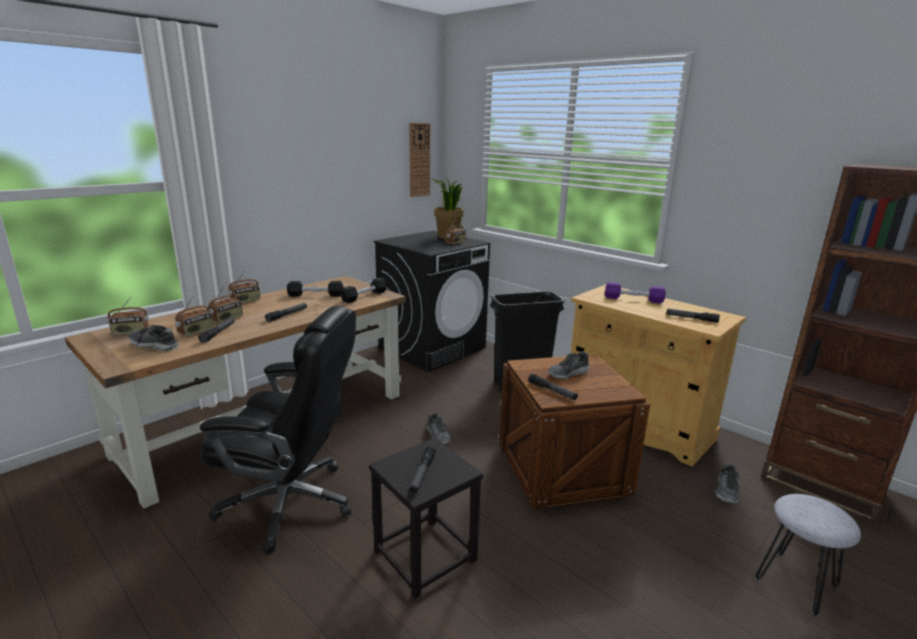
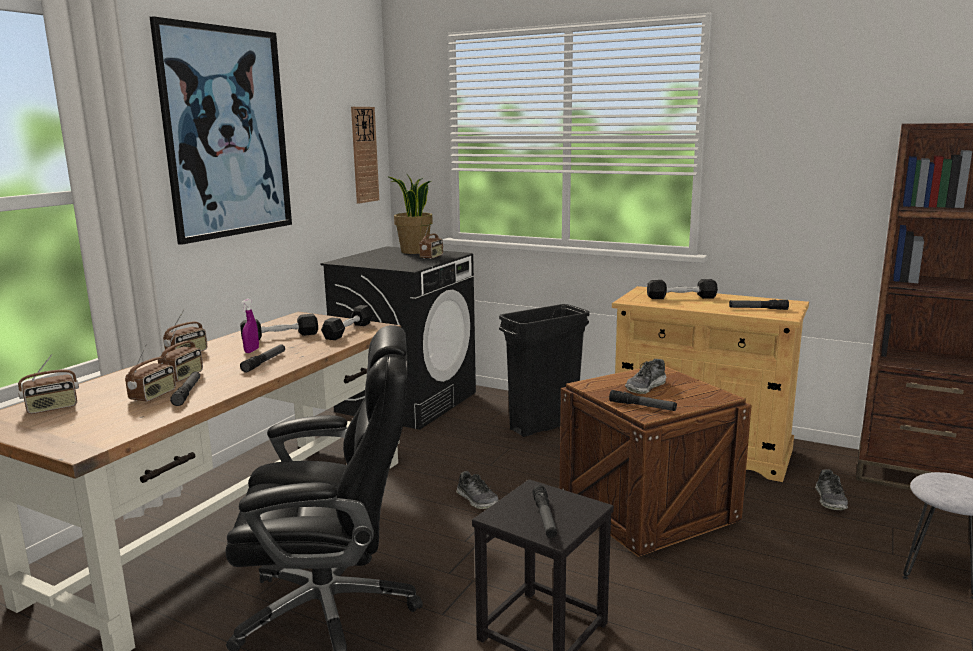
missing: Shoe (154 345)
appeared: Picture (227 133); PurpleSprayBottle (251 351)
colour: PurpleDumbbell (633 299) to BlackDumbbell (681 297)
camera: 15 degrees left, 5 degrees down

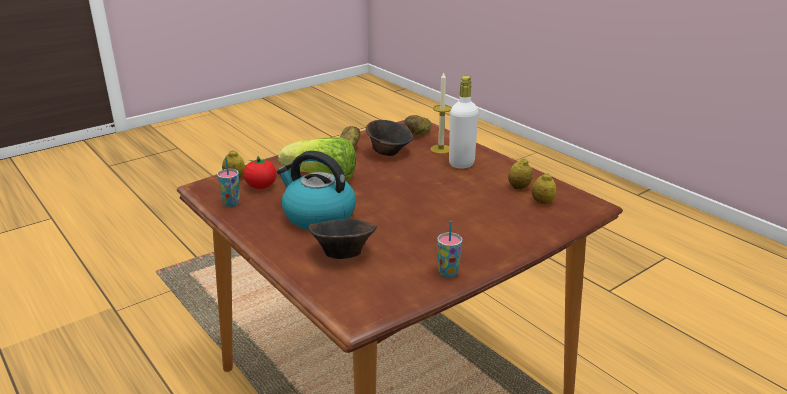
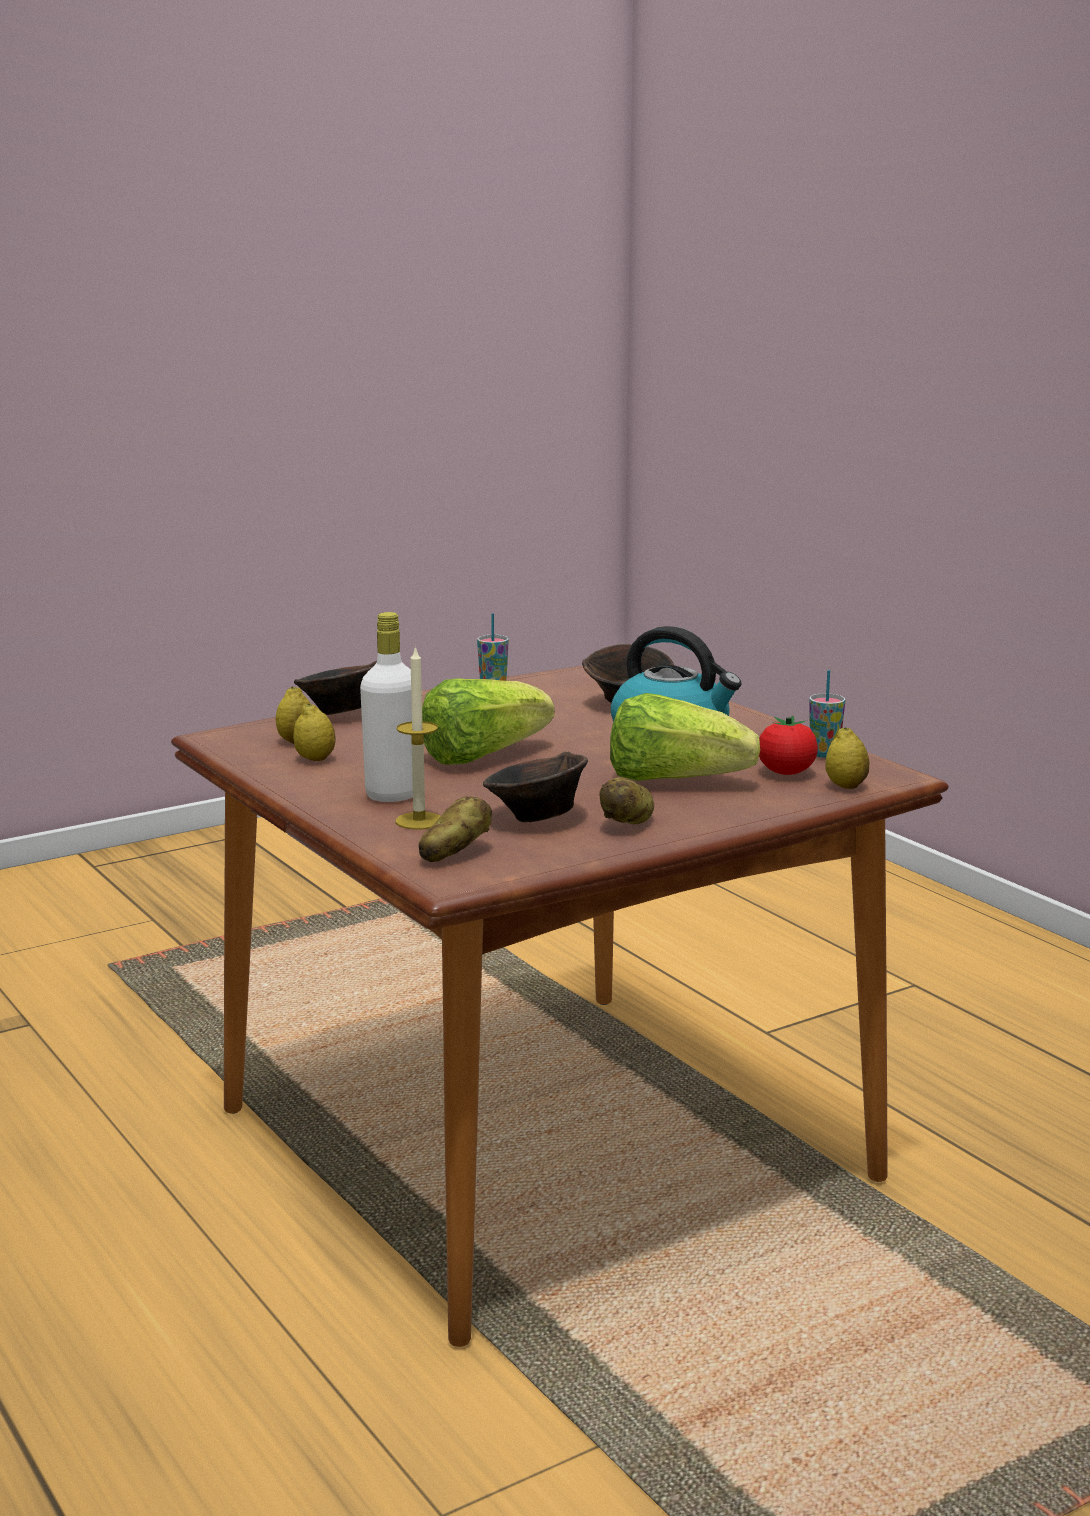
appeared: BrownBowl (340 713); Lettuce (481 756)
camera: 175 degrees left, 10 degrees down

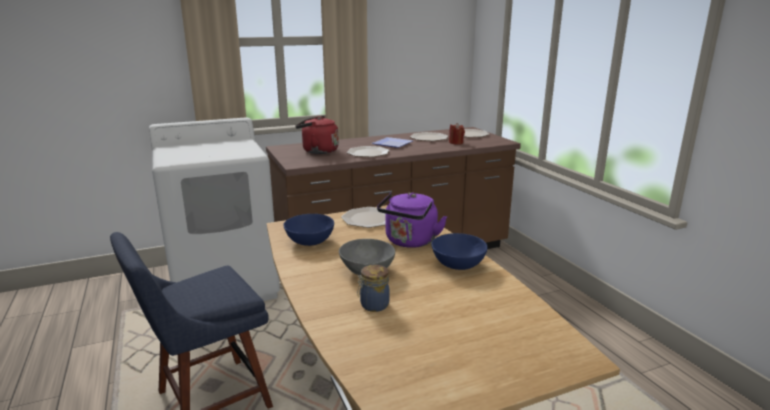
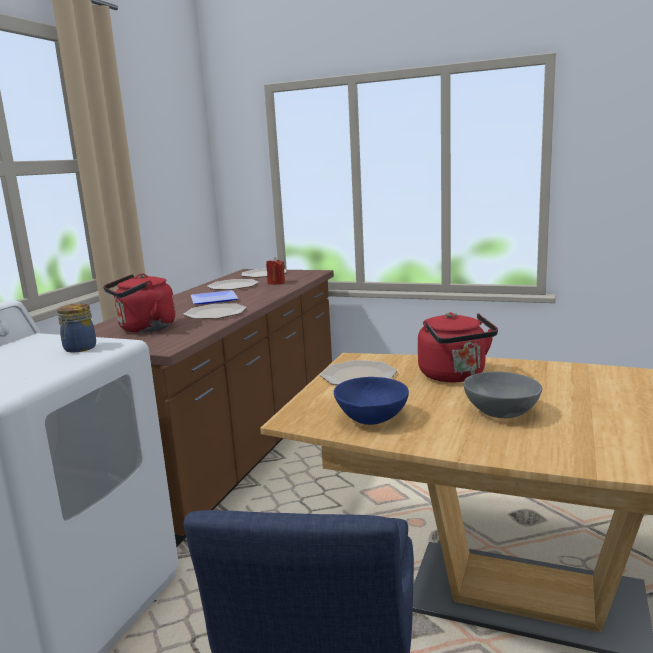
missing: BlueBowl (458 265)
relocated: Jar (373 305) to (79 349)
colour: PurpleKettle (410 242) to RedKettle (454 376)
camera: 45 degrees left, 5 degrees down

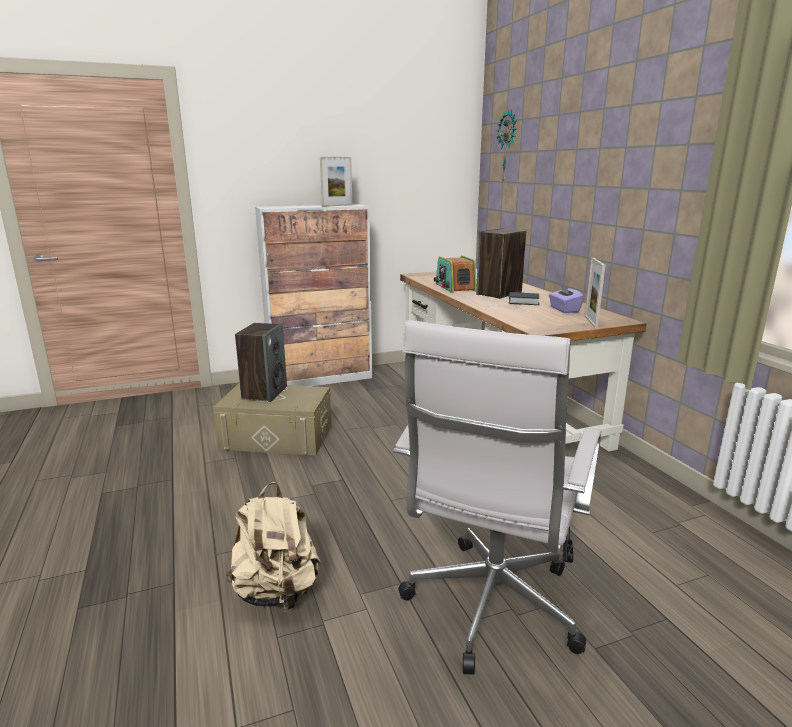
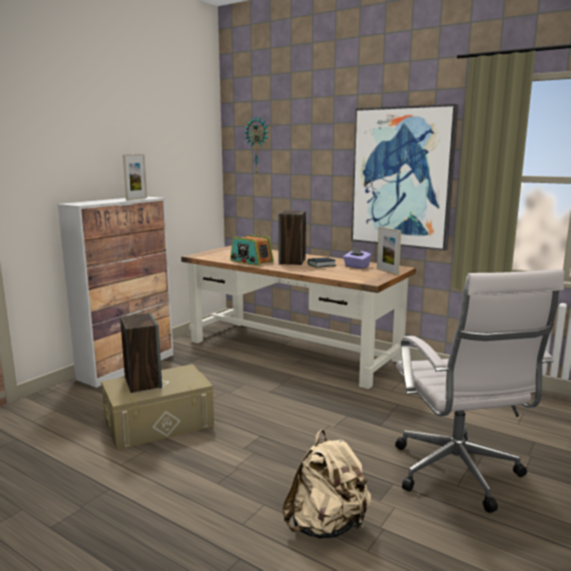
appeared: Picture (402 177)
camera: 35 degrees left, 5 degrees down

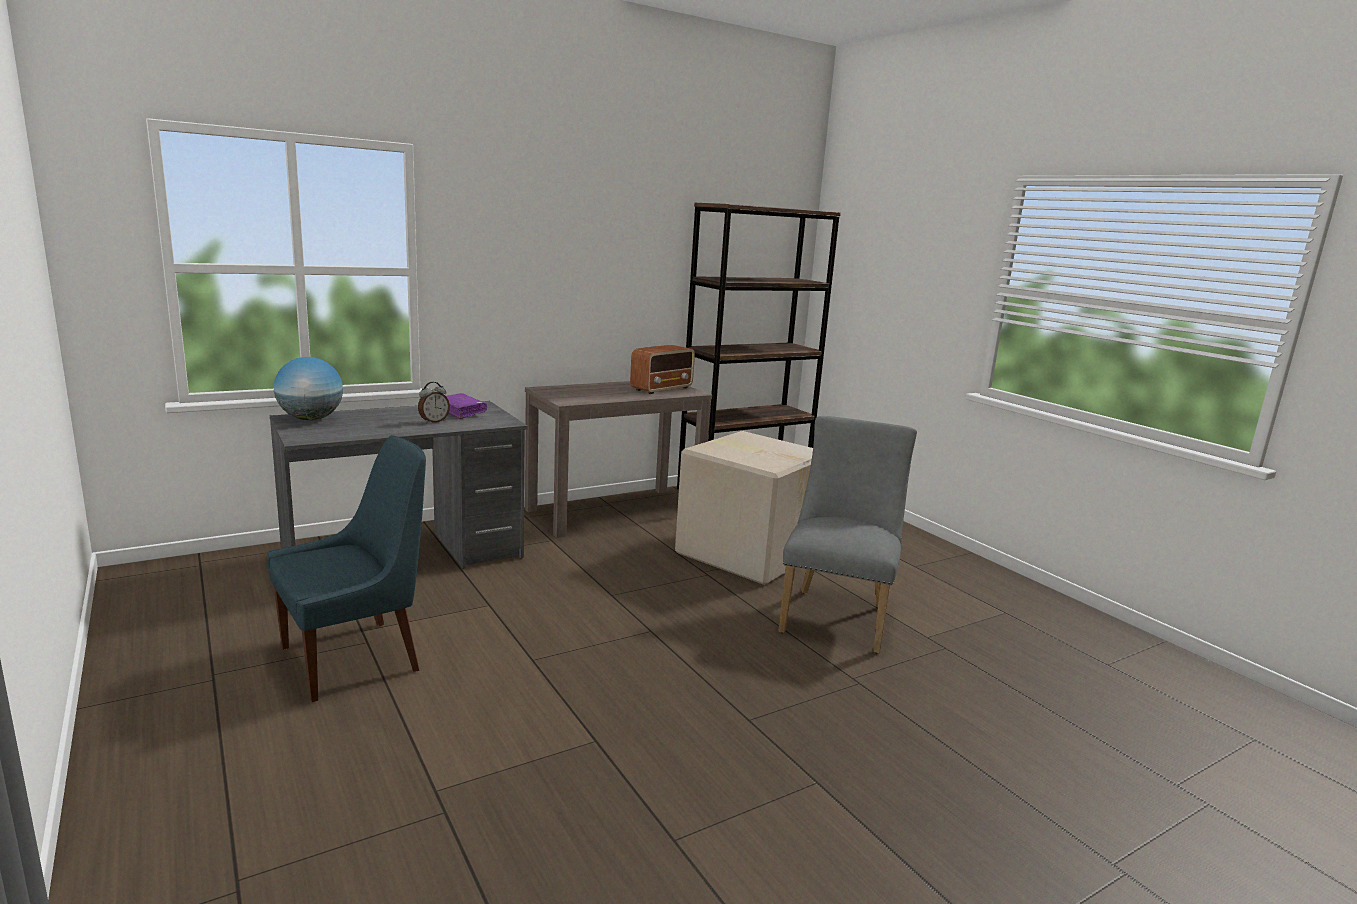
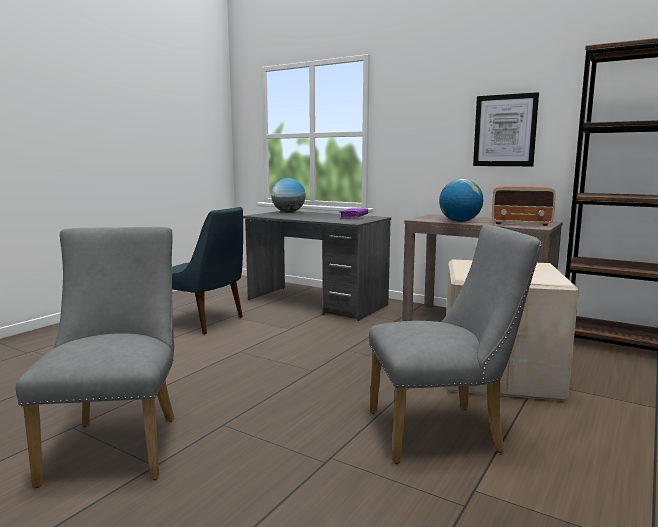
missing: AlarmClock (433 421)
appeared: GreyChair (118 443); Globe (459 221); Picture (505 130)
camera: 65 degrees right, 5 degrees down

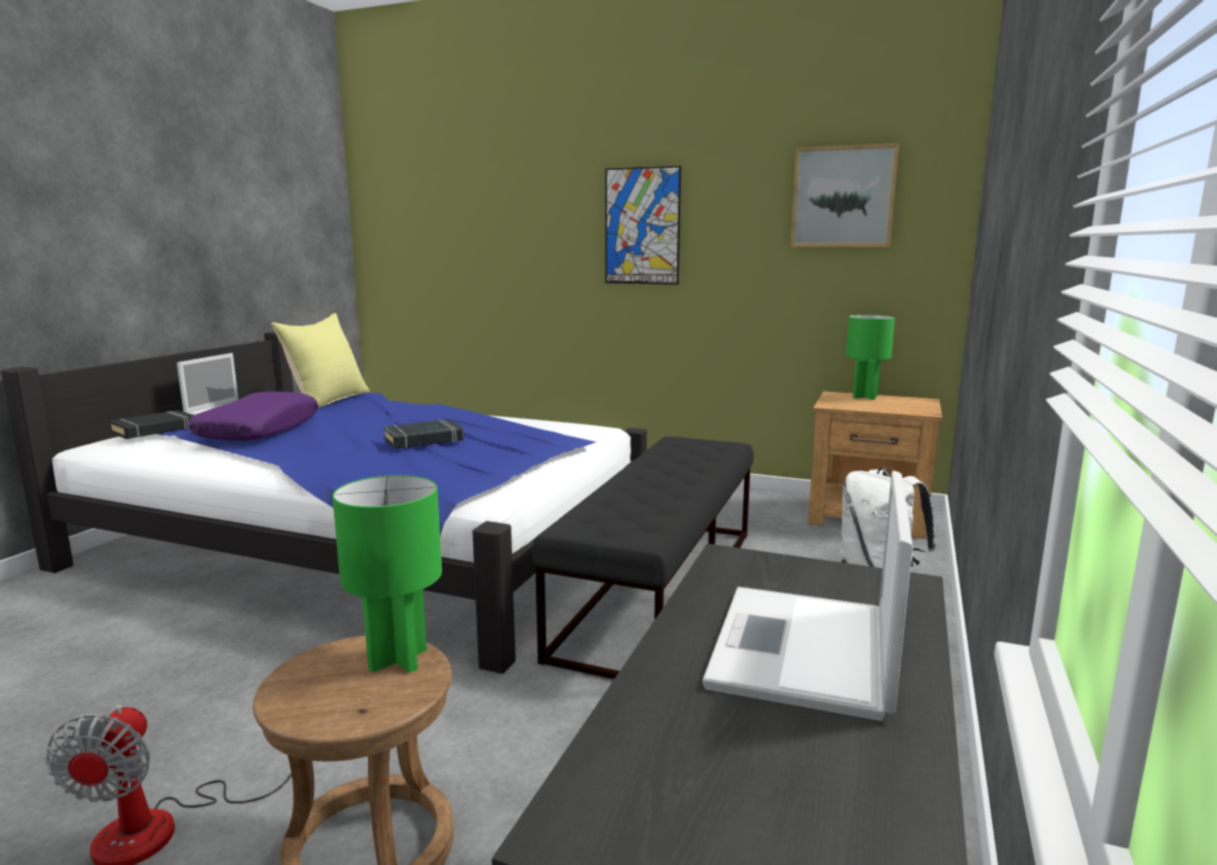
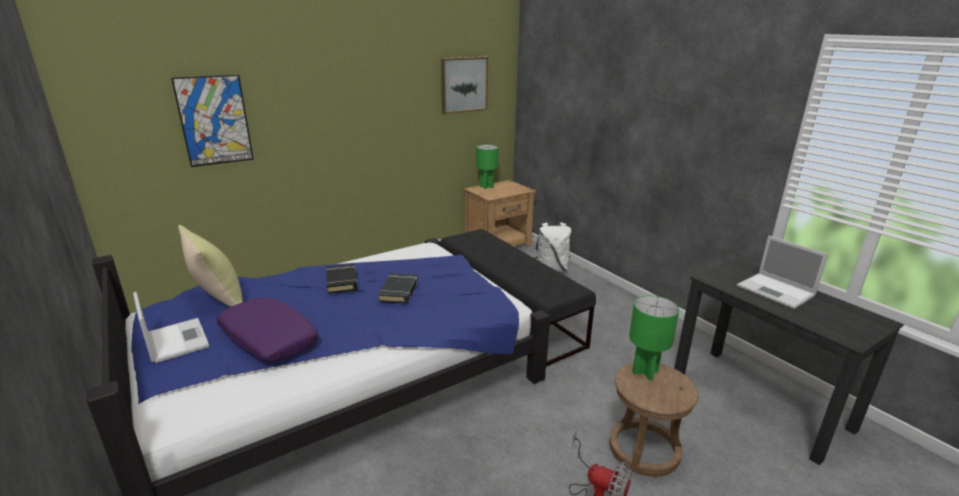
relocated: Picture (642 226) to (214 121); BlackBook (154 430) to (342 282)
camera: 55 degrees left, 10 degrees up

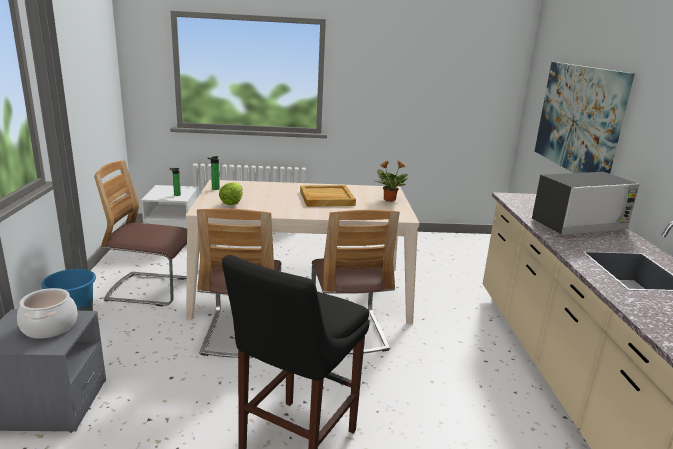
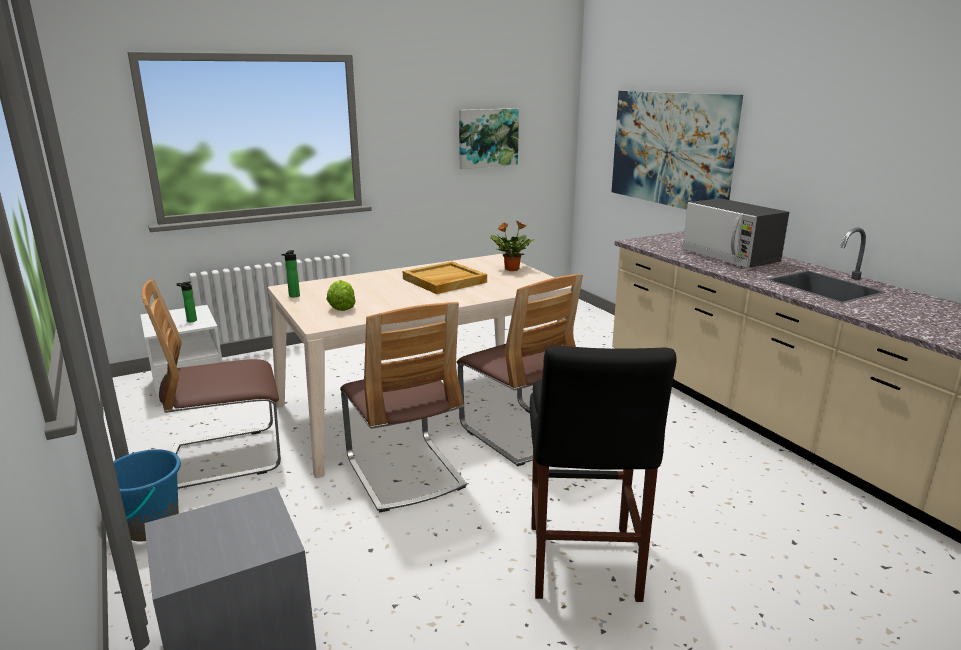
missing: CookingPot (50 327)
appeared: Picture (488 138)
spun: Microwave (579 225) = (730 257) 105 degrees clockwise
camera: 25 degrees left, 0 degrees up

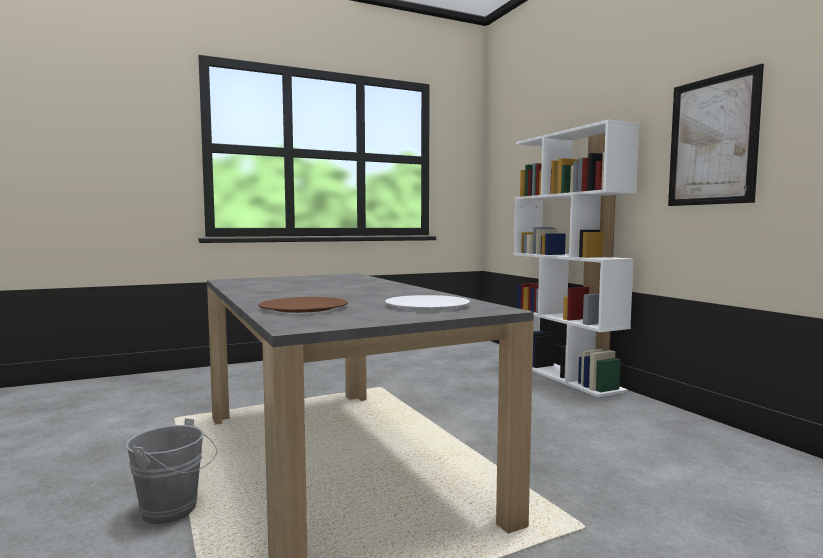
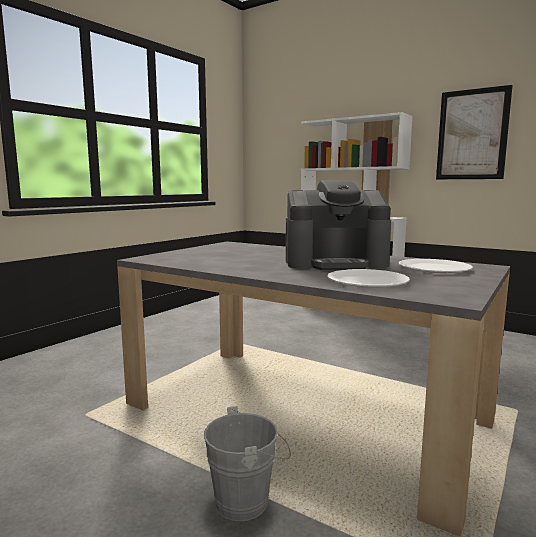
appeared: CoffeeMachine (335 262)
colour: BrownPlate (304 307) to WhitePlate (367 281)
camera: 30 degrees left, 5 degrees up

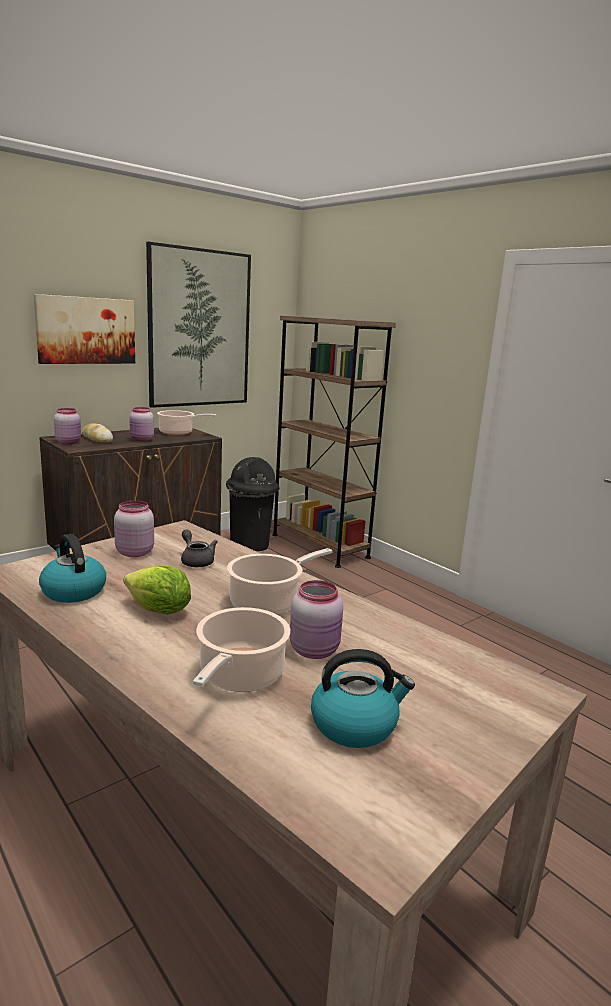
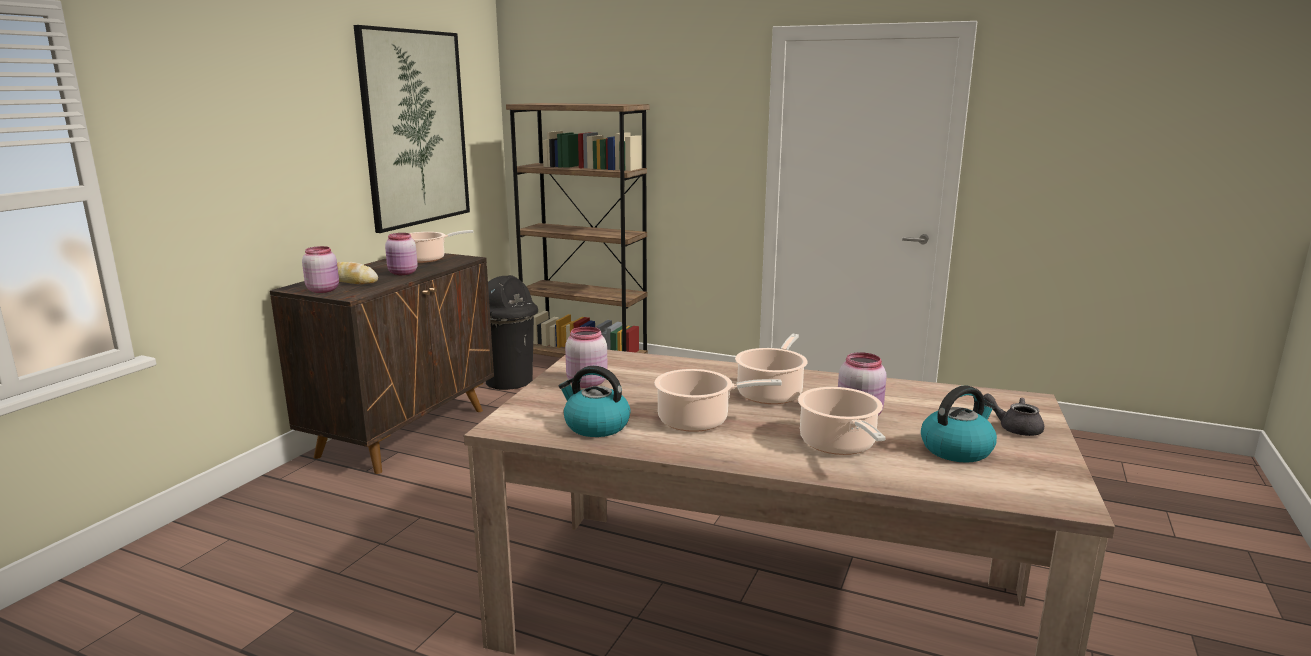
missing: Picture (86 330)
relocated: GreyTeapot (196 561) to (1014 428)
exchanged: Lettuce (158 611) to CookingPot (698 421)
camera: 25 degrees left, 0 degrees up

